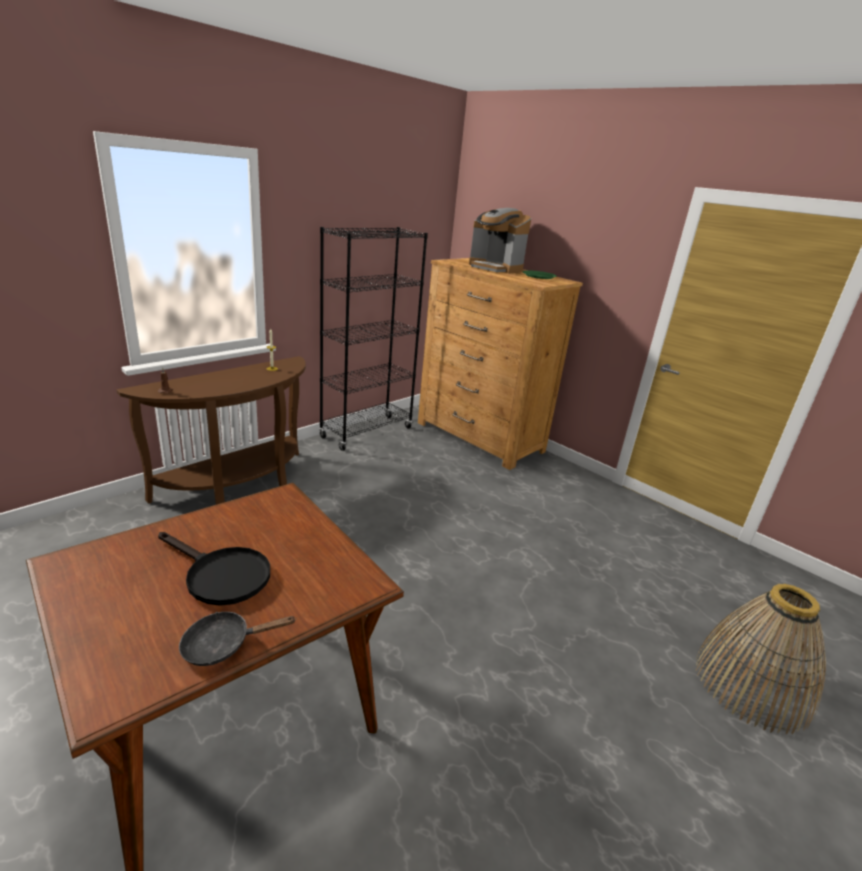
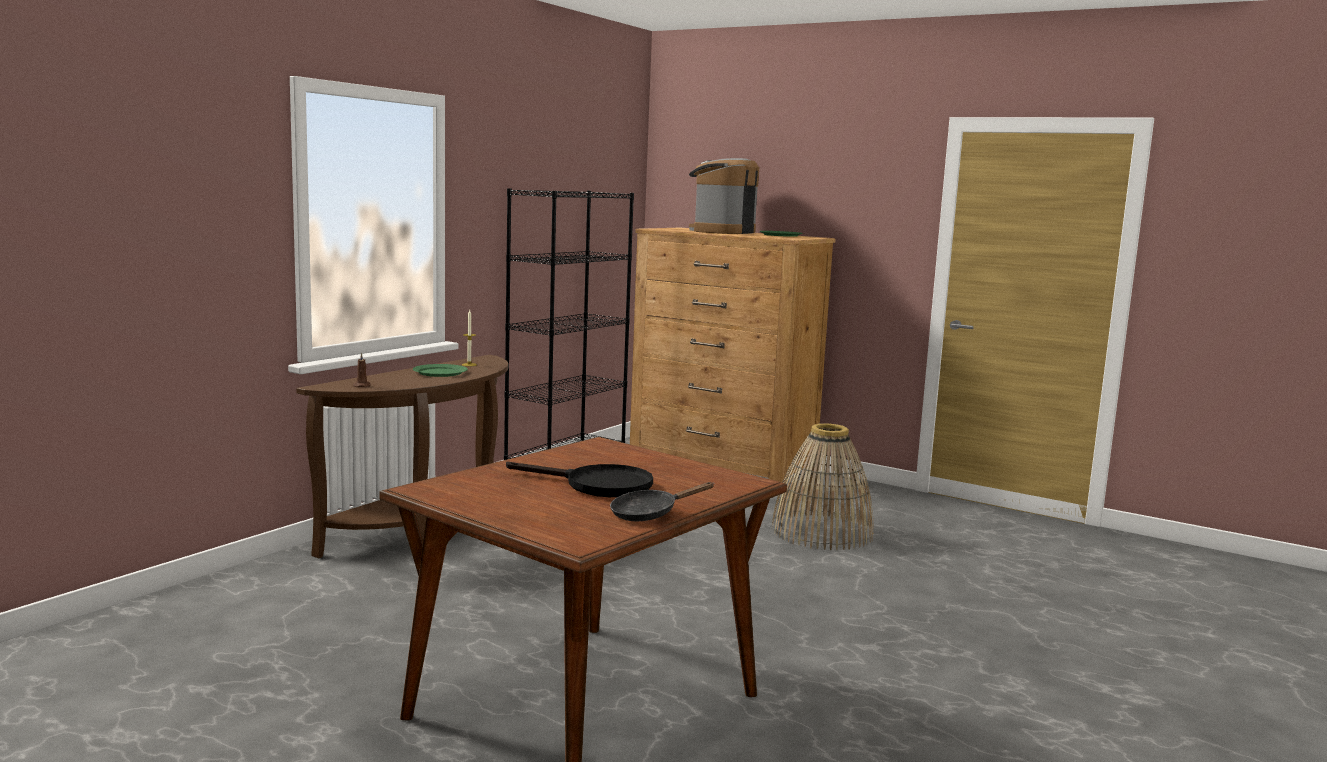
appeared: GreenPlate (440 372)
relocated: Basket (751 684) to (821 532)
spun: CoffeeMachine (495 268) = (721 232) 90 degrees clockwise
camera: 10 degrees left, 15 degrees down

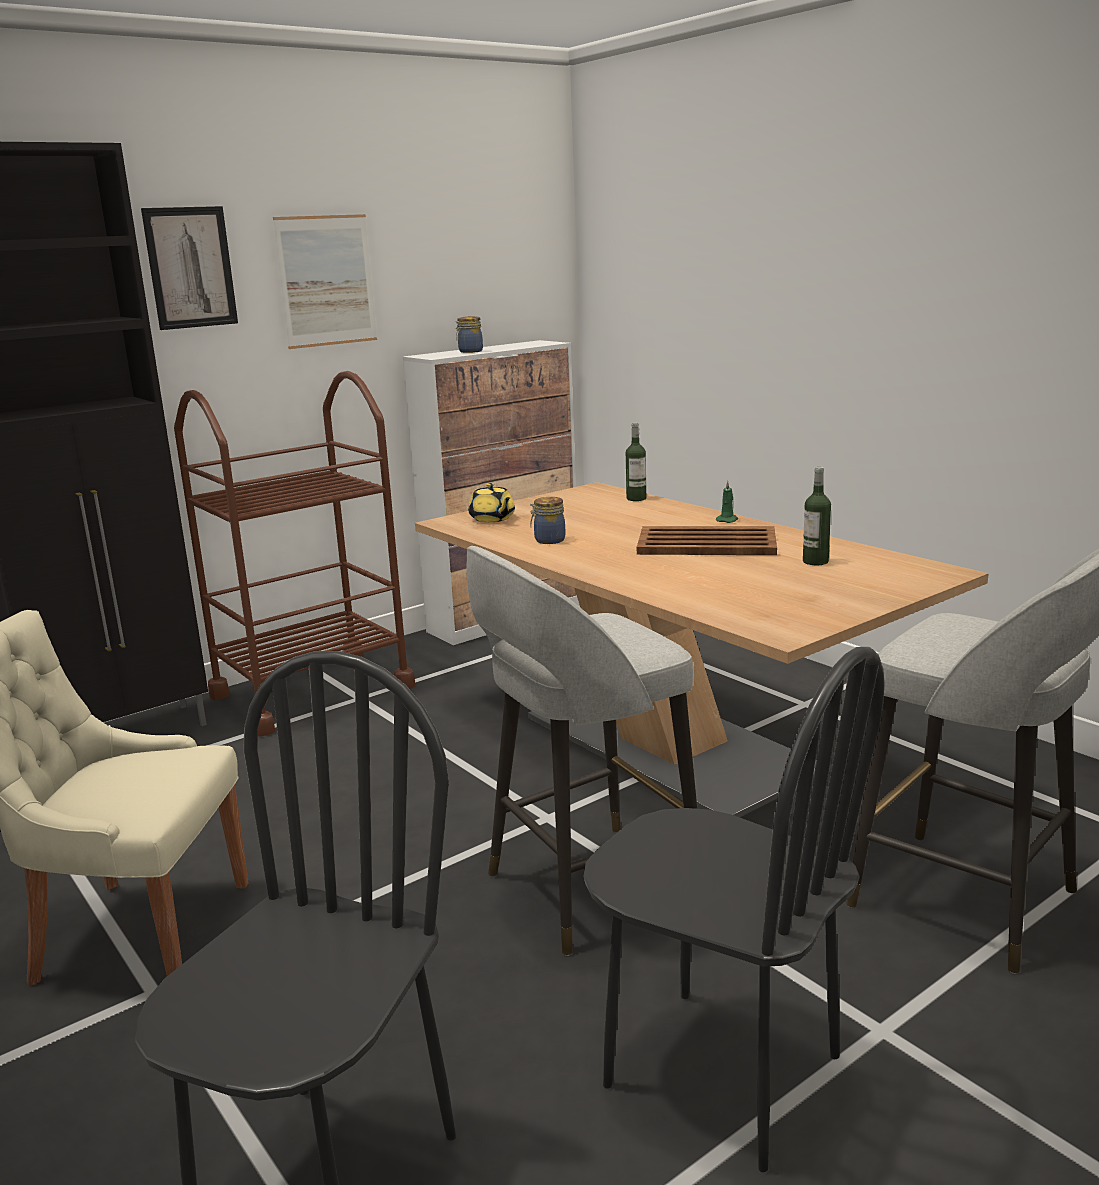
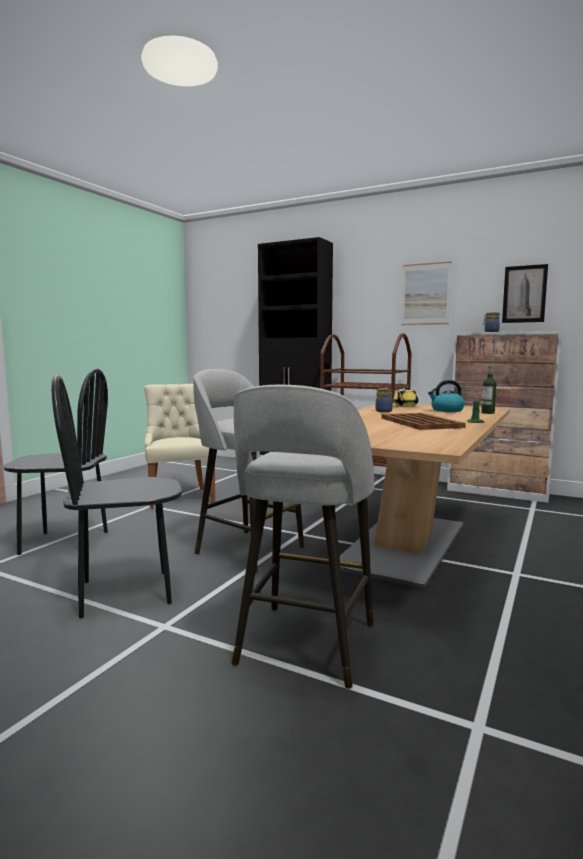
missing: Bottle (815 561)
appeared: Kettle (446 410)
relocated: Picture (190 267) to (524 294)
spun: BlackChair (721 1072) = (126 592) 60 degrees clockwise
camera: 65 degrees right, 10 degrees down

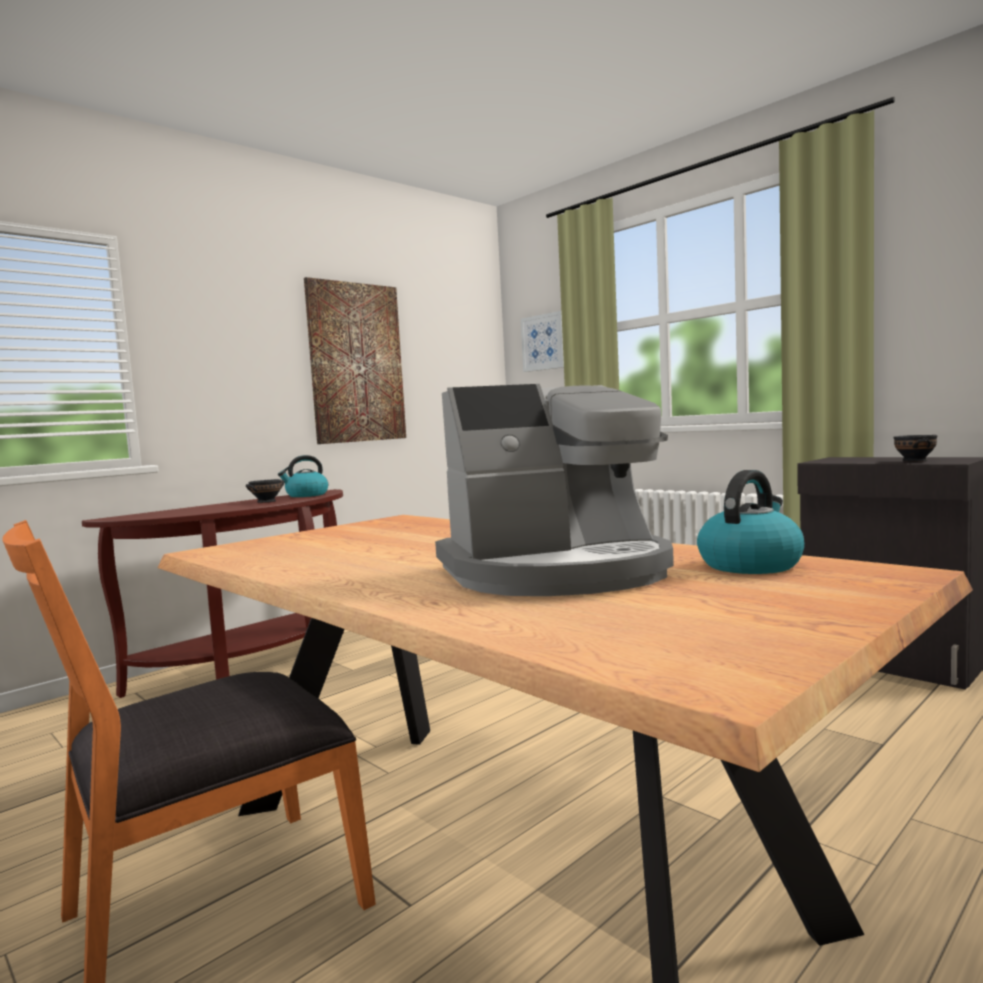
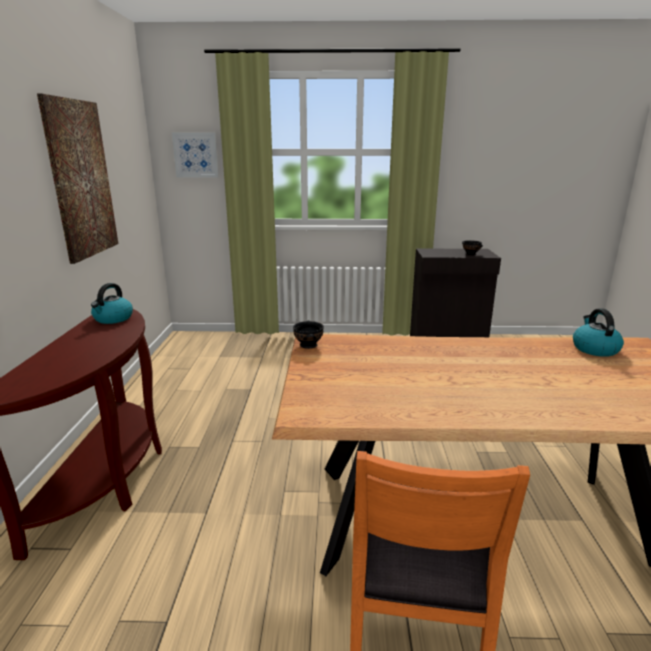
missing: CoffeeMachine (557 571)
relocated: BlackBowl (267 501) to (309 345)
camera: 45 degrees left, 15 degrees up

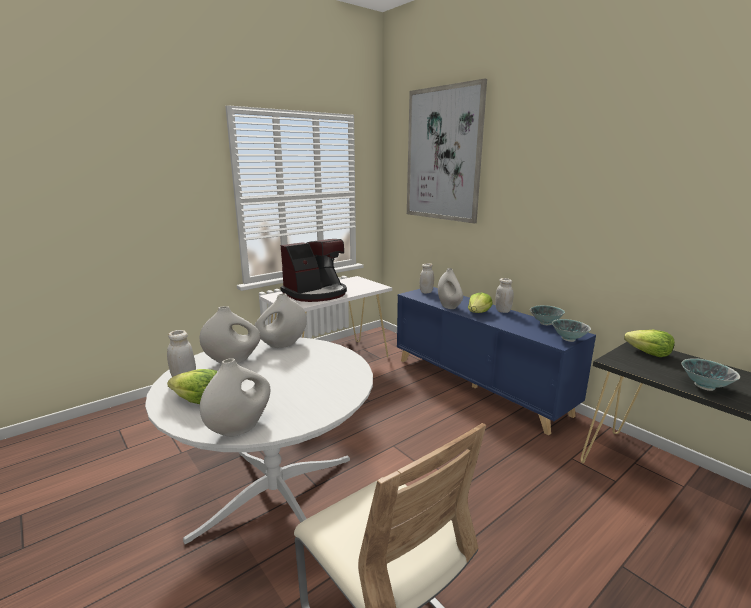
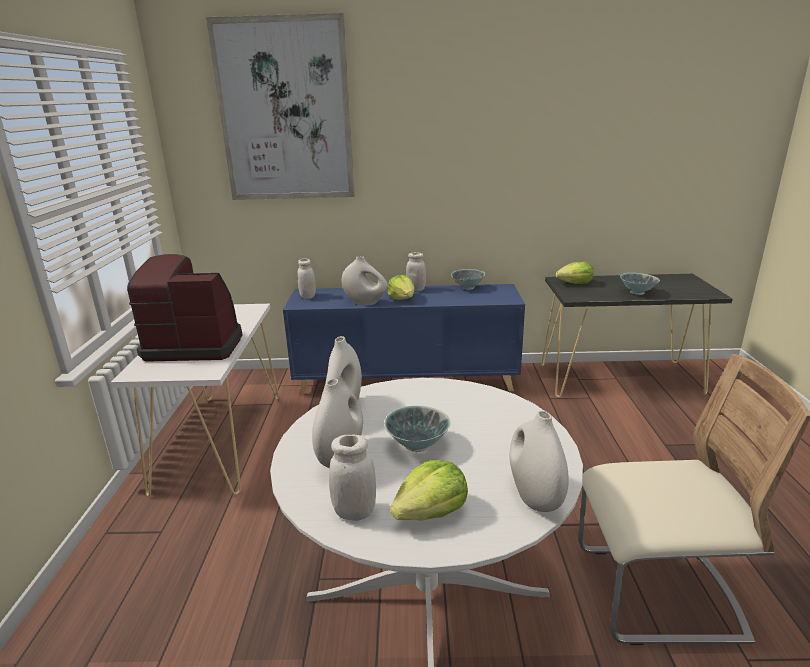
relocated: Bowl (568 339) to (417 446)
spun: CoffeeMachine (316 293) = (195 345) 90 degrees counterclockwise
camera: 50 degrees left, 5 degrees up

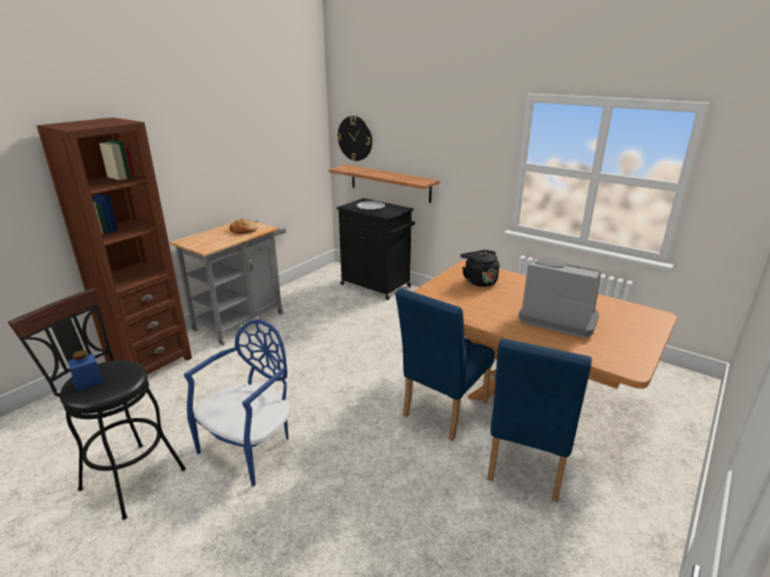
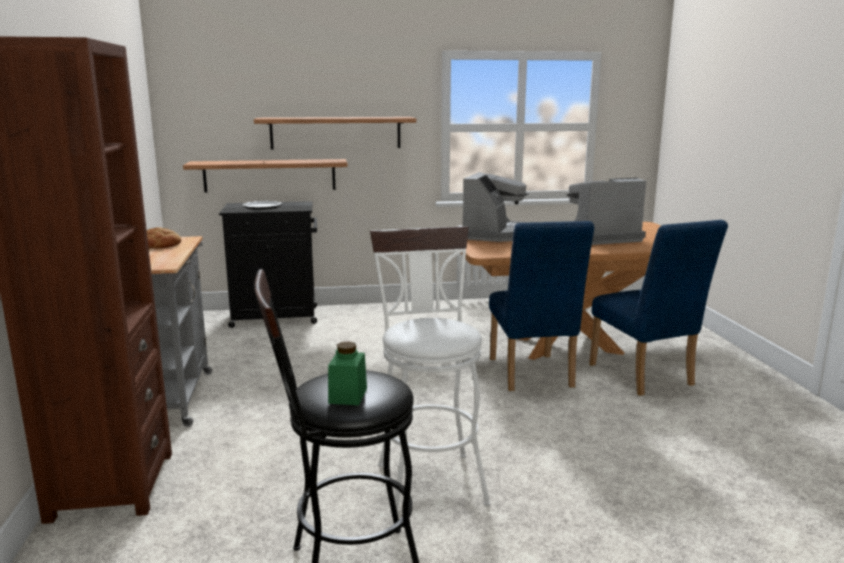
missing: WallClock (355 138)
appeared: Shelf (335 133)
exchanged: BlueChair (250 448) to WhiteStool (428 477); BlackKettle (478 281) to CoffeeMachine (495 235)
colour: BlueJar (88 382) to GreenJar (348 395)
camera: 45 degrees left, 10 degrees down

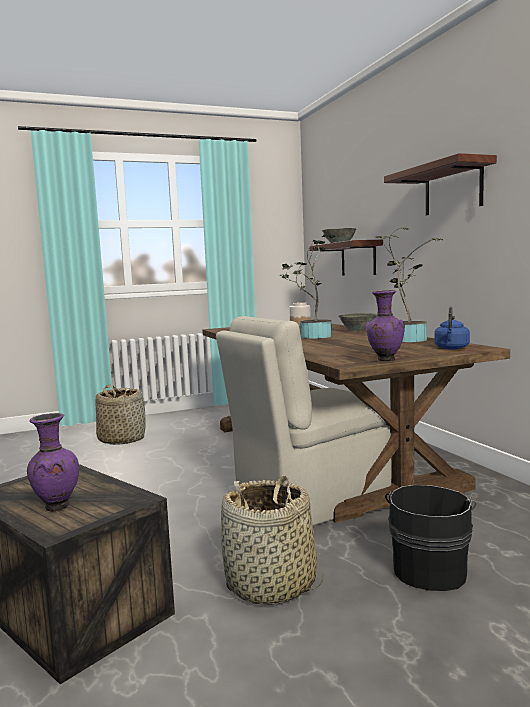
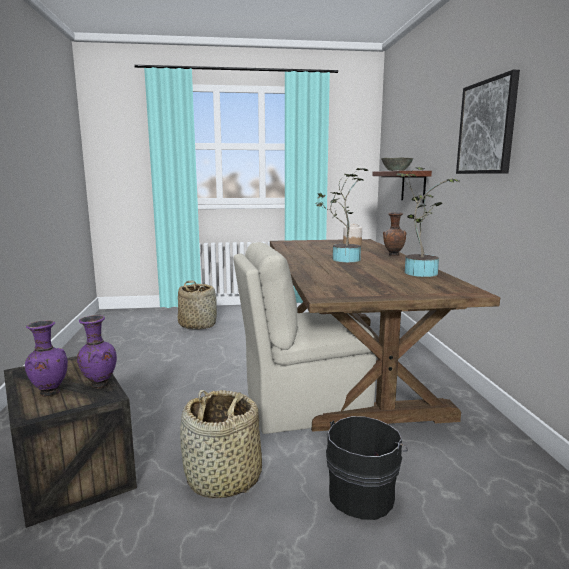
missing: BlueKettle (451 348)
relocated: PurpleVase (384 360) to (99 385)
exchanged: GreyBowl (358 330) to BrownVase (393 255); Shelf (453 189) to Picture (487 127)
camera: 15 degrees right, 5 degrees up

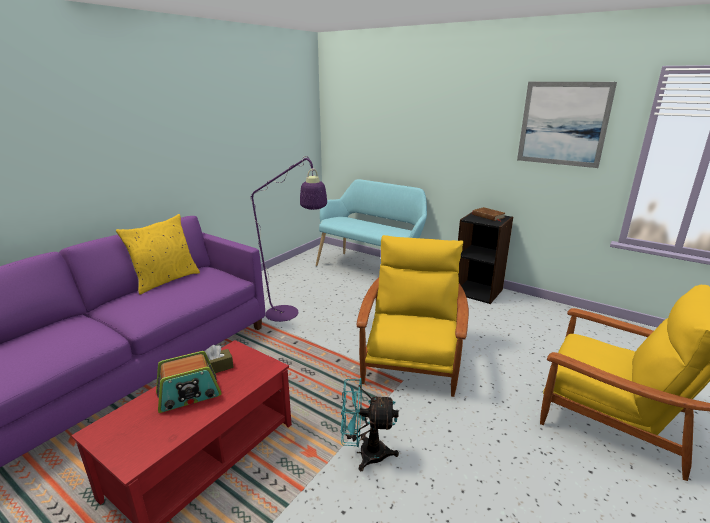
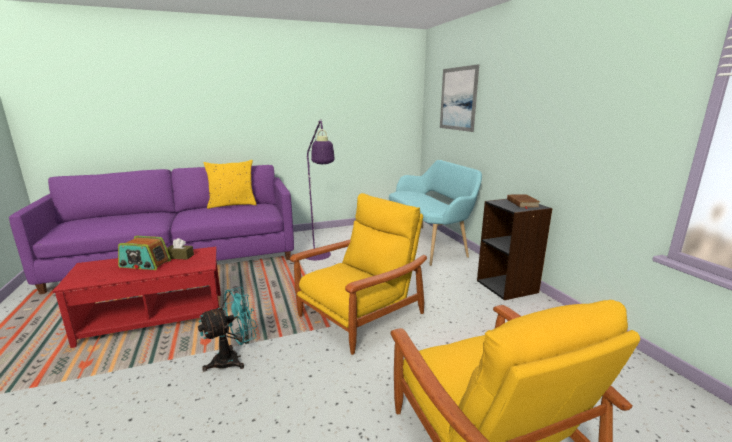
relocated: Picture (563 124) to (458 99)
spun: TurquoiseFan (365 453) = (233 359) 105 degrees clockwise
camera: 35 degrees right, 5 degrees down

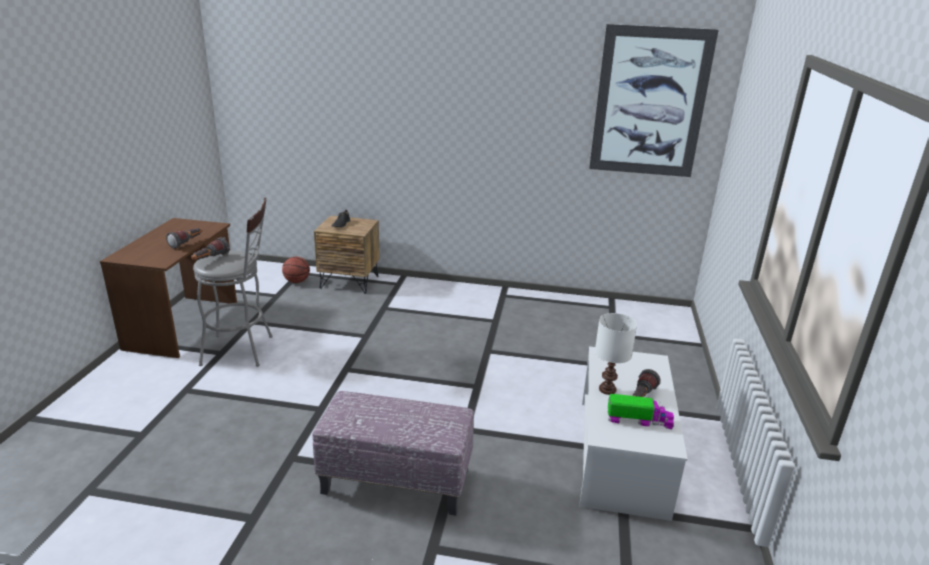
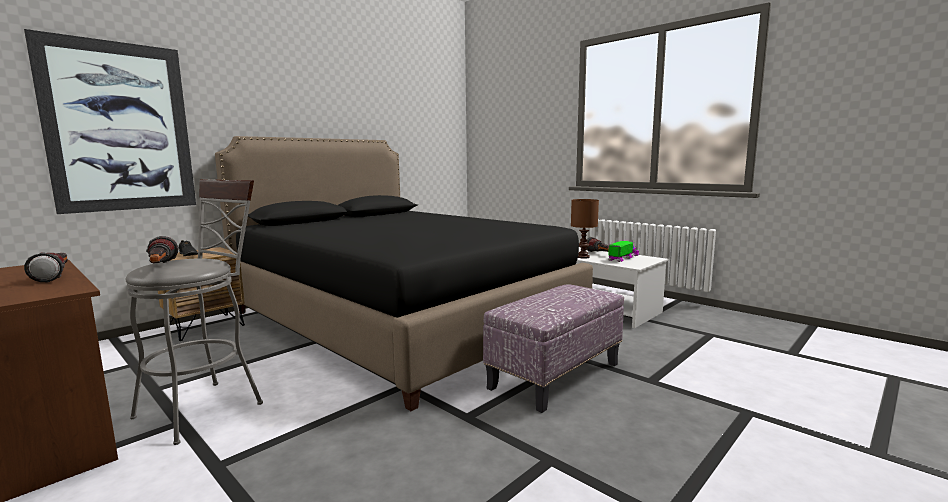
missing: Basketball (296 281)
appeared: BlackBed (401 319)
relocated: Picture (649 103) to (120 127)
colour: WhiteTableLamp (608 389) to BrownTableLamp (583 257)
camera: 55 degrees left, 15 degrees down

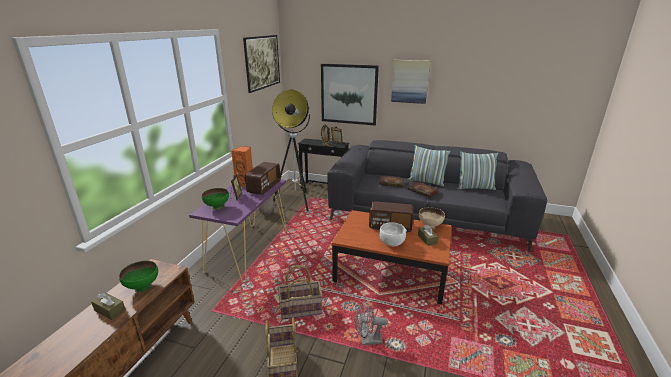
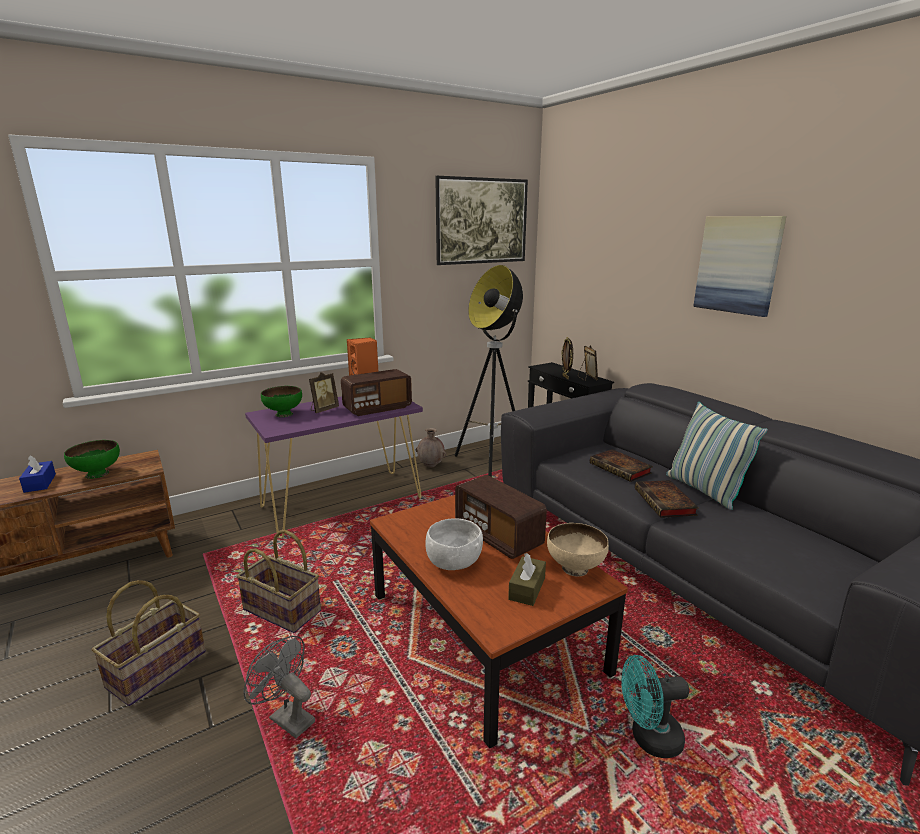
missing: Picture (349 94); Pillow (474 188)
appeared: TurquoiseFan (648 738)
colour: BrownTissueBox (110 310) to BlueTissueBox (40 483)
camera: 40 degrees right, 5 degrees down

